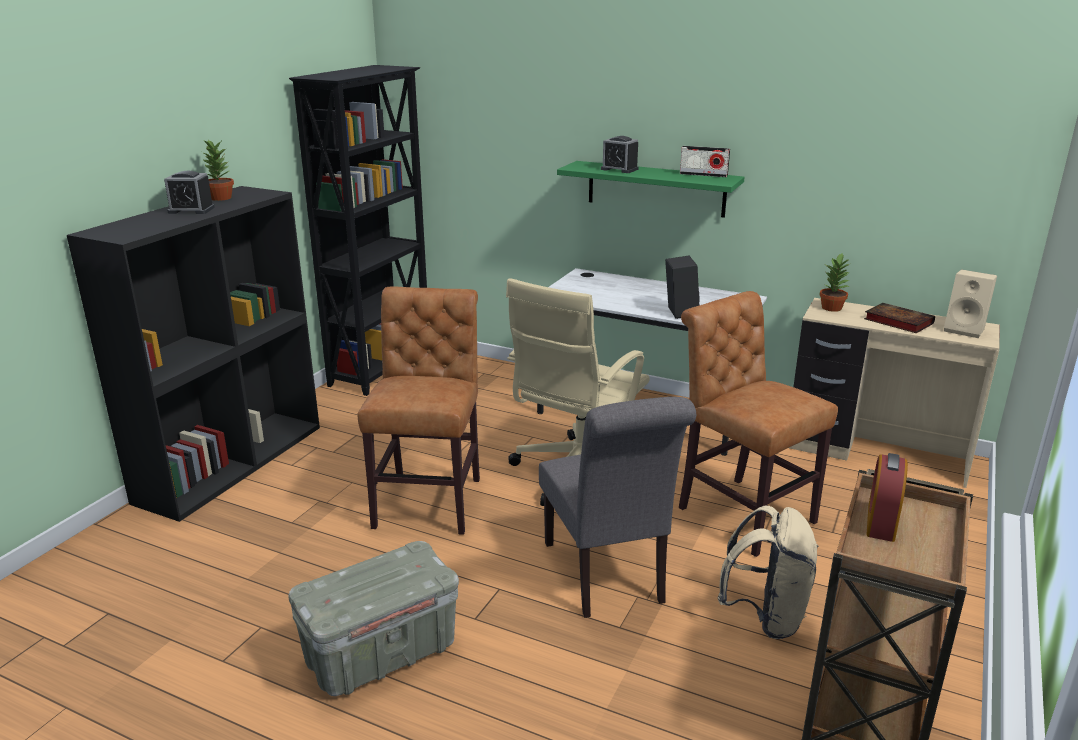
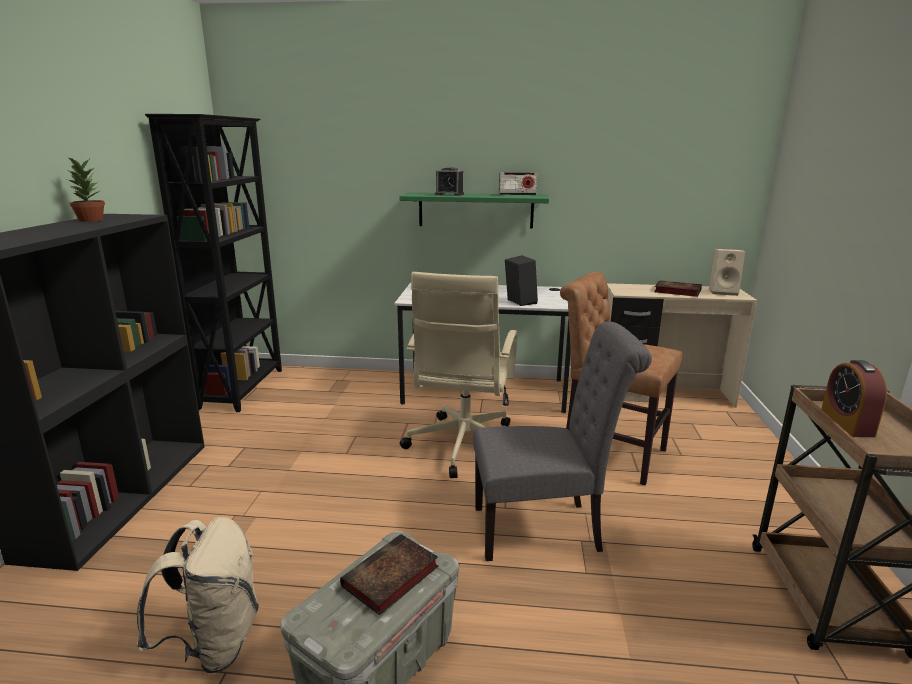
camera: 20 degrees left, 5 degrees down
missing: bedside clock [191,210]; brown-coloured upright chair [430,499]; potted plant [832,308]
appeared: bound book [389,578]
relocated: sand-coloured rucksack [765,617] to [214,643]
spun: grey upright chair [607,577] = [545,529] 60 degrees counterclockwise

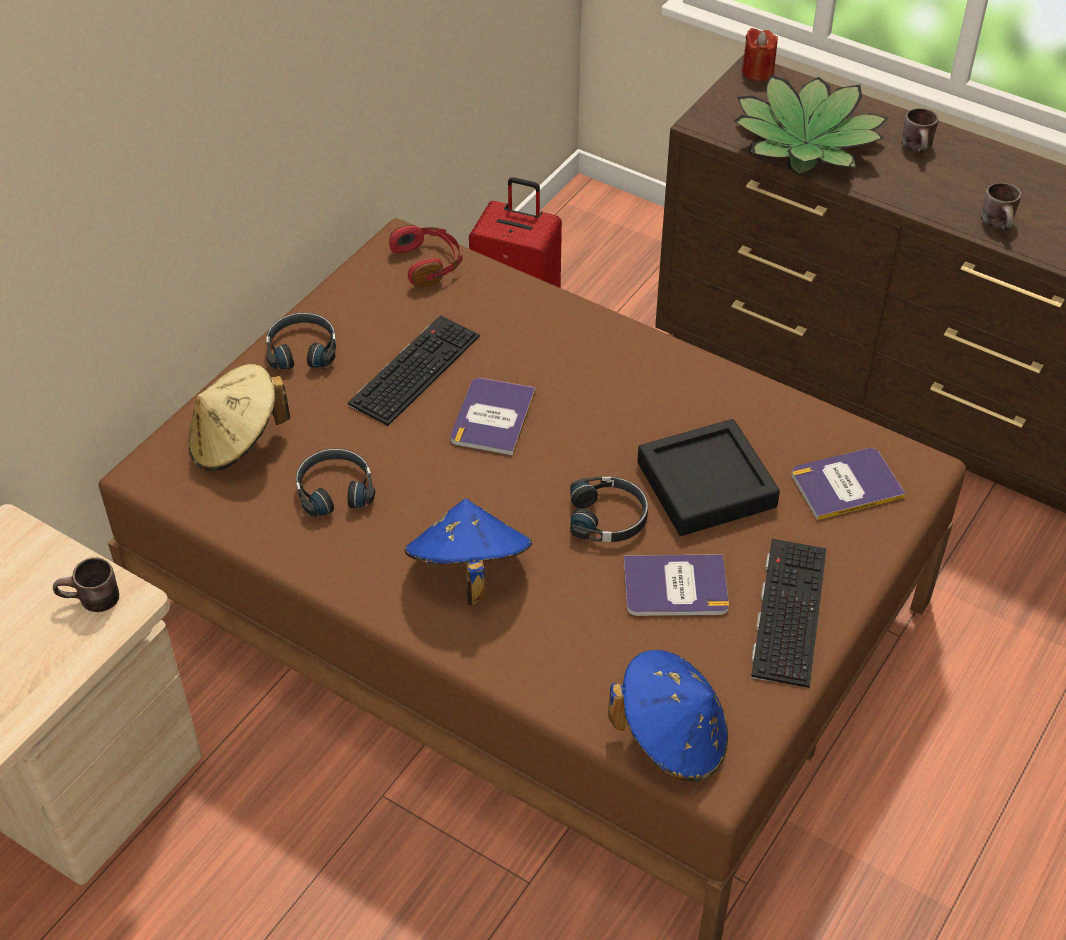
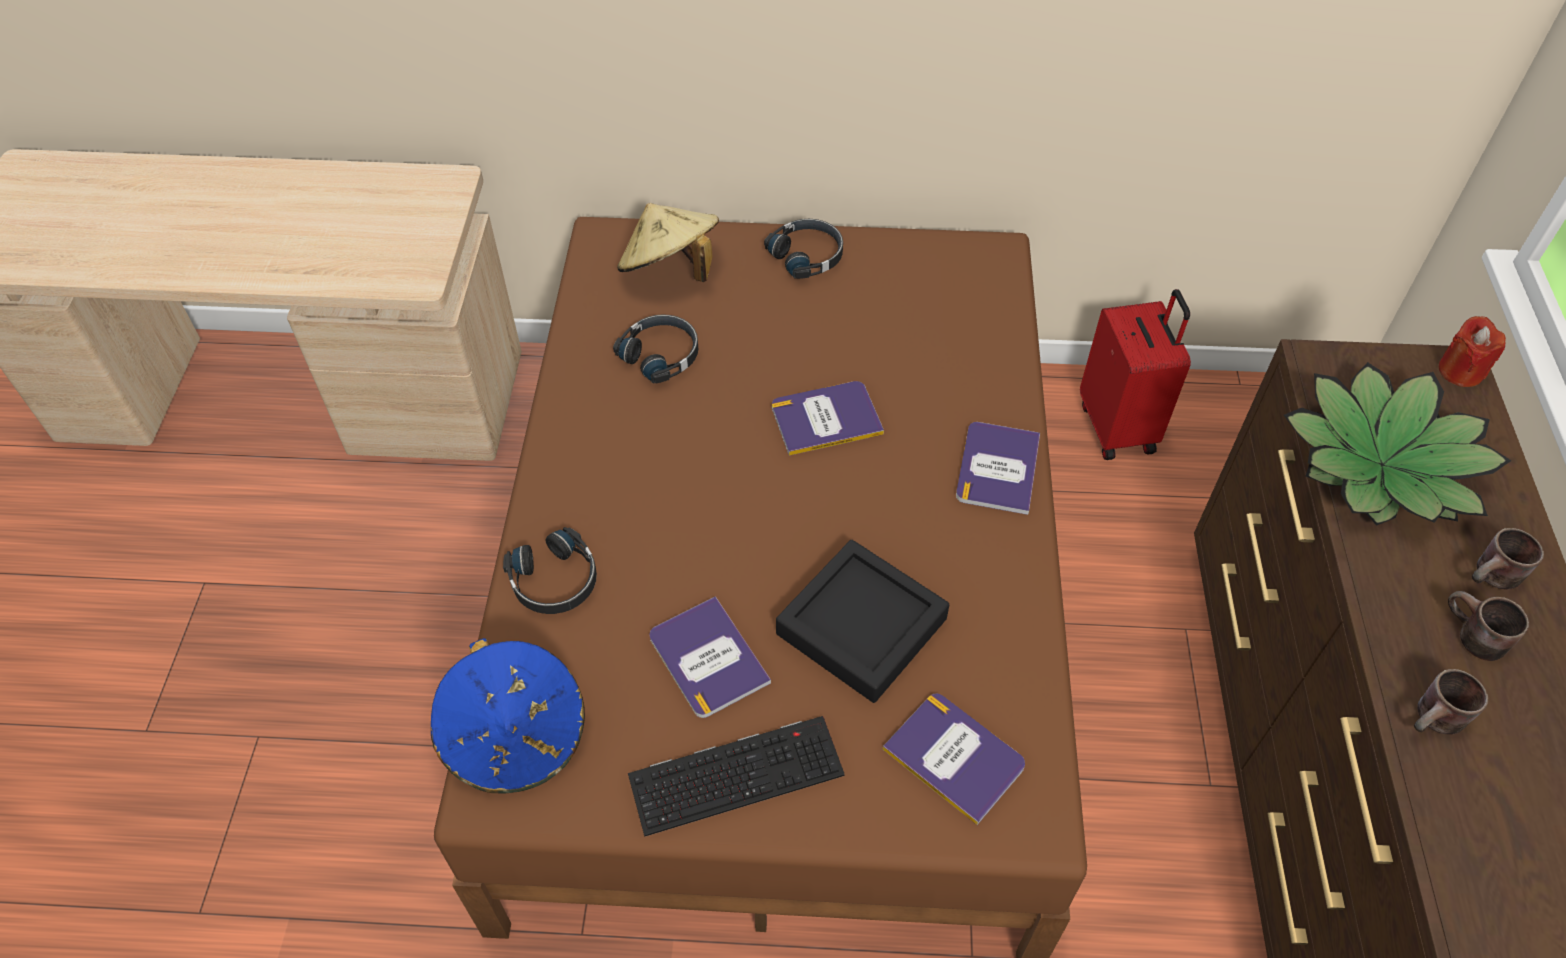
camera: 60 degrees right, 5 degrees up
missing: PC keyboard [414,368]; reddish headset [428,264]; blue hat [468,572]
appeared: bound book [997,468]
relocated: blackish headset [608,517] to [555,581]; brown-coloured coffee mug [91,602] to [1470,637]

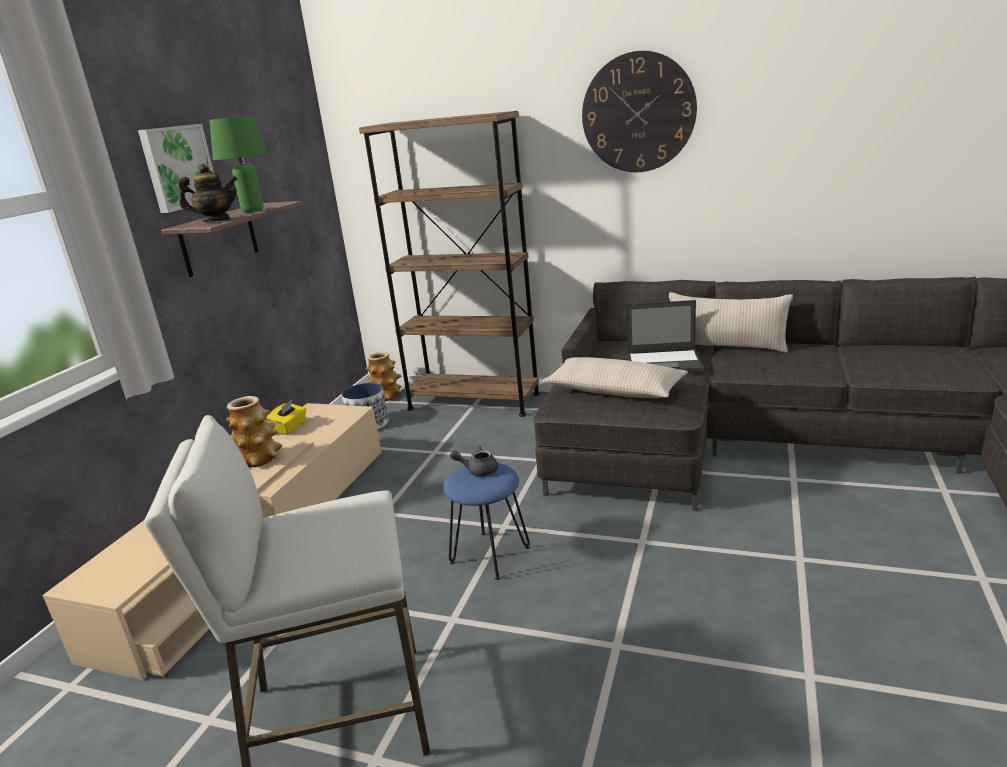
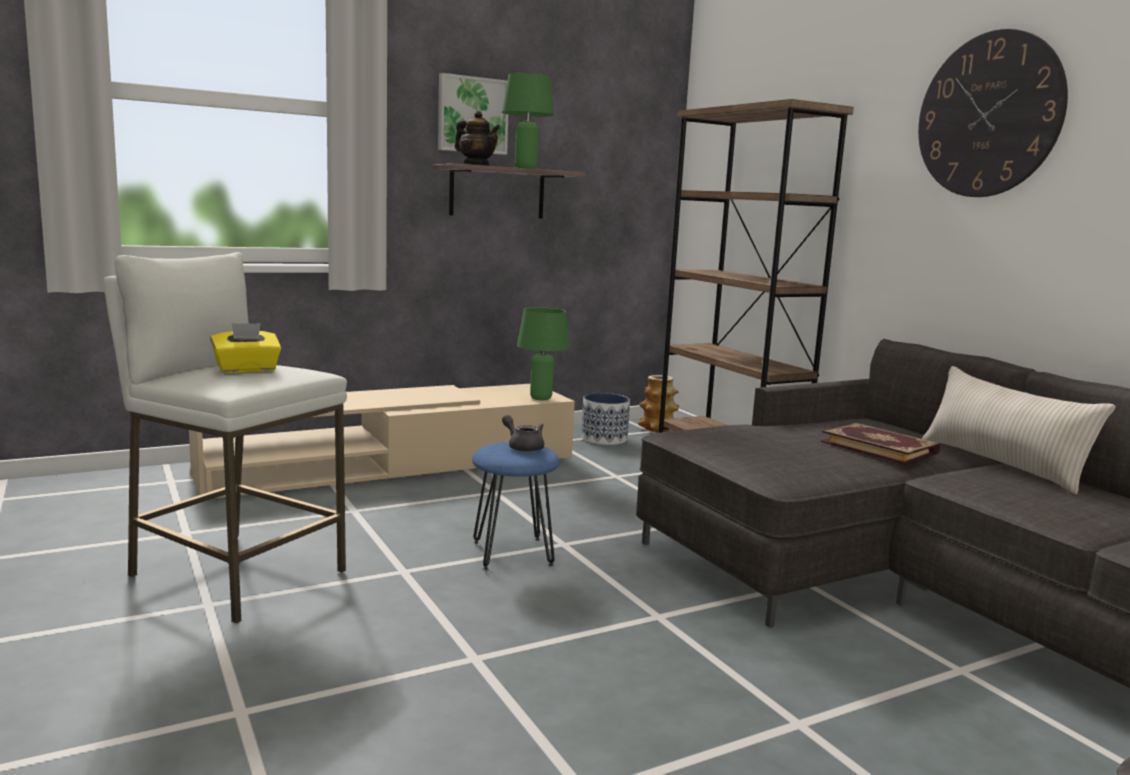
camera: 40 degrees right, 10 degrees down
missing: vase [259,459]; sand-coloured throw pillow [614,390]
appeared: green-coloured table lamp [540,398]
relocated: yellow tissue holder [290,428] to [247,370]
exchanged: notebook computer [665,362] to bound book [880,447]

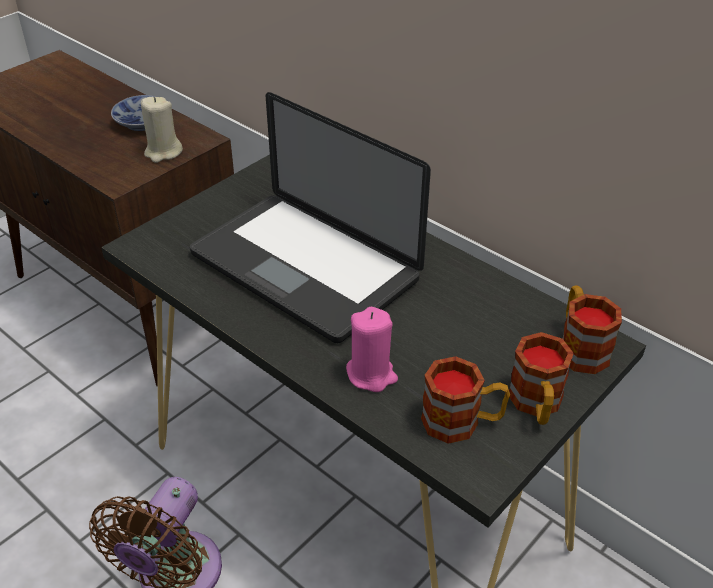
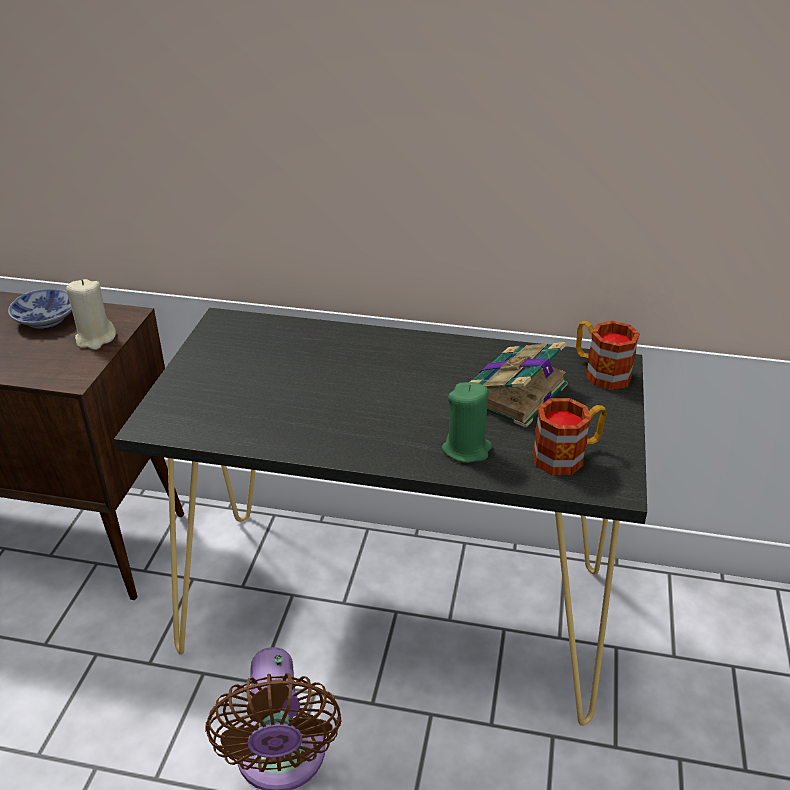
camera: 30 degrees left, 5 degrees down
missing: notebook computer [304,267]; coffee mug [536,405]
appeared: bound book [513,394]
colour: pink wax candle [371,374] to green-coloured wax candle [467,449]

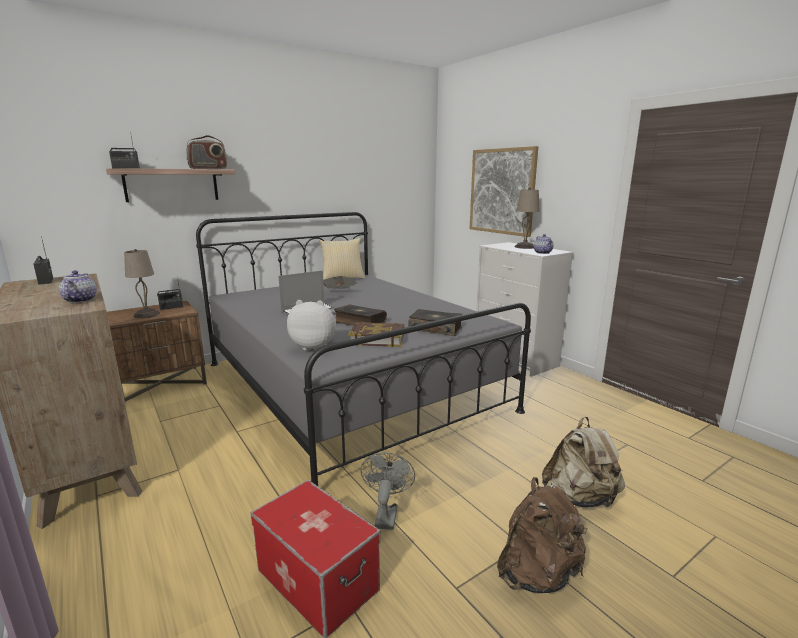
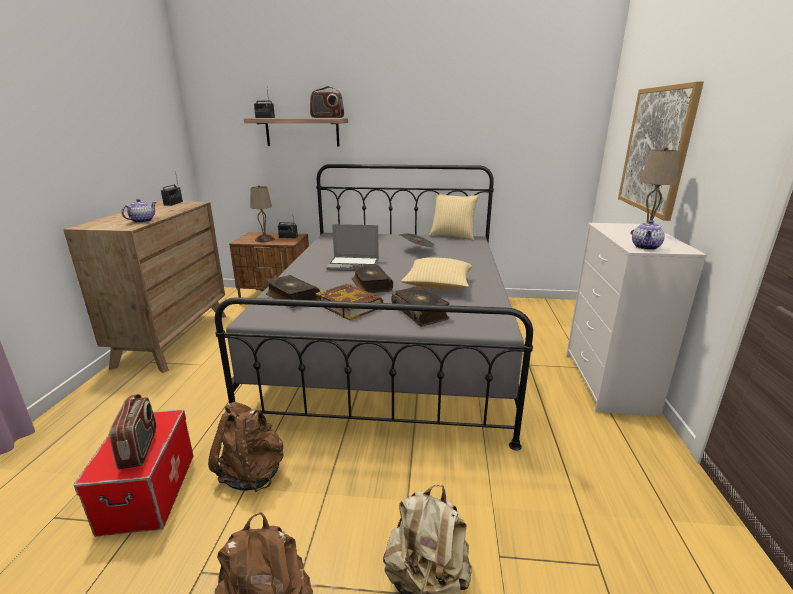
camera: 40 degrees right, 5 degrees up
appeared: radio set [140,448]; throw pillow [438,285]
exchanged: grey cooling fan [386,514] to brown-coloured rucksack [252,473]; cuddly toy [315,347] to bound book [291,297]

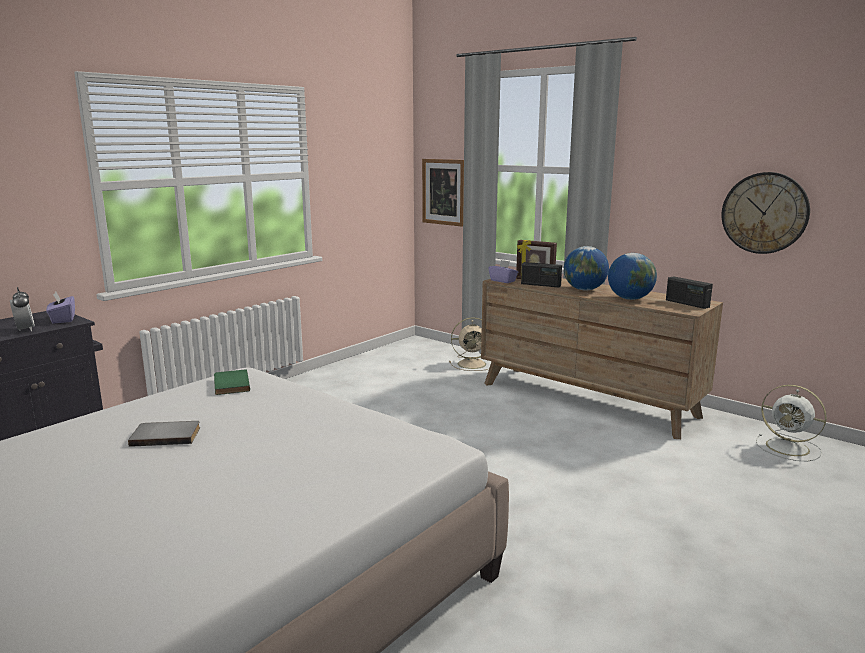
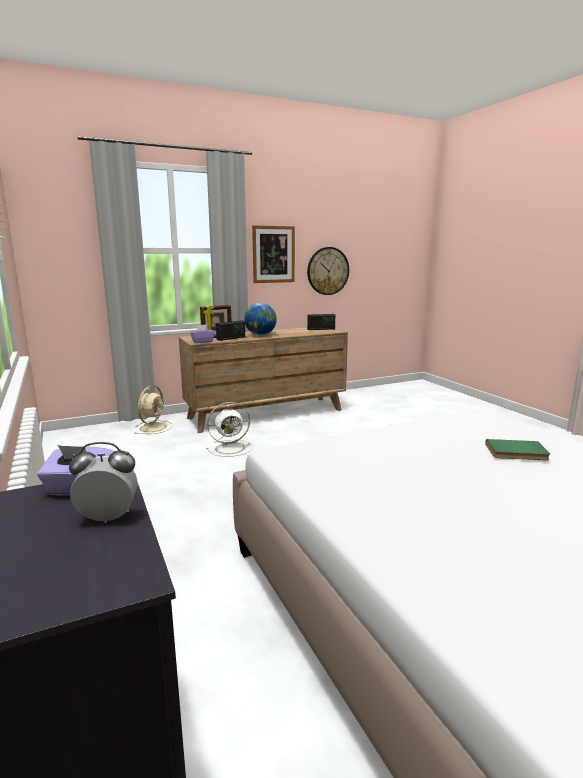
camera: 65 degrees left, 0 degrees up
missing: grey bound book [166,435]; world globe [630,299]
relocated: whitish cooling fan [789,448] to [231,448]; picture [443,192] to [273,254]; green-coloured bound book [230,384] to [517,453]

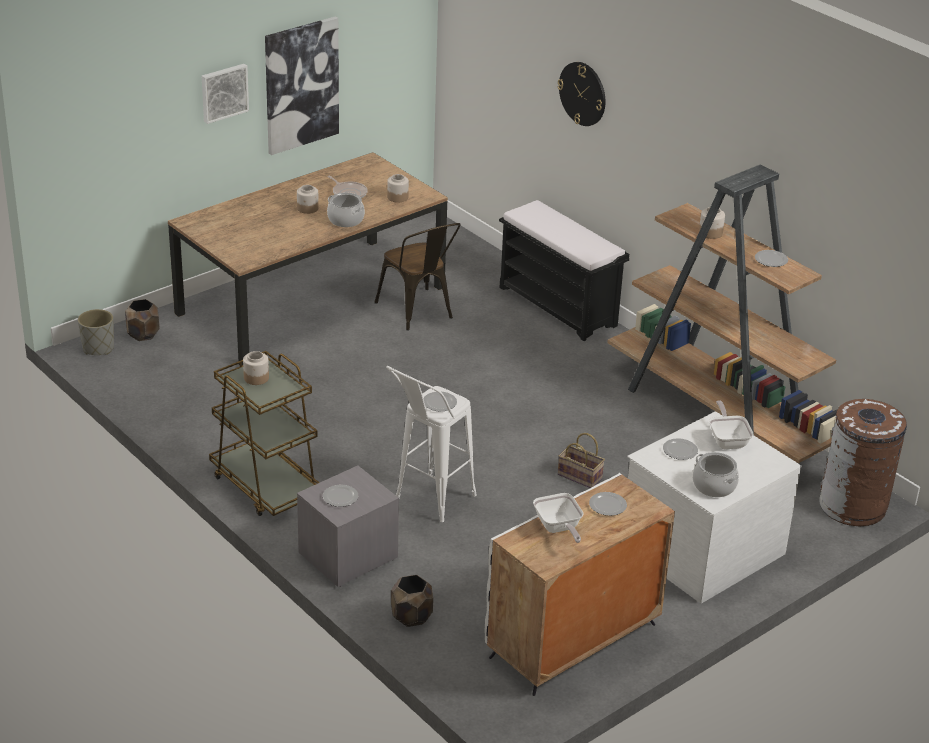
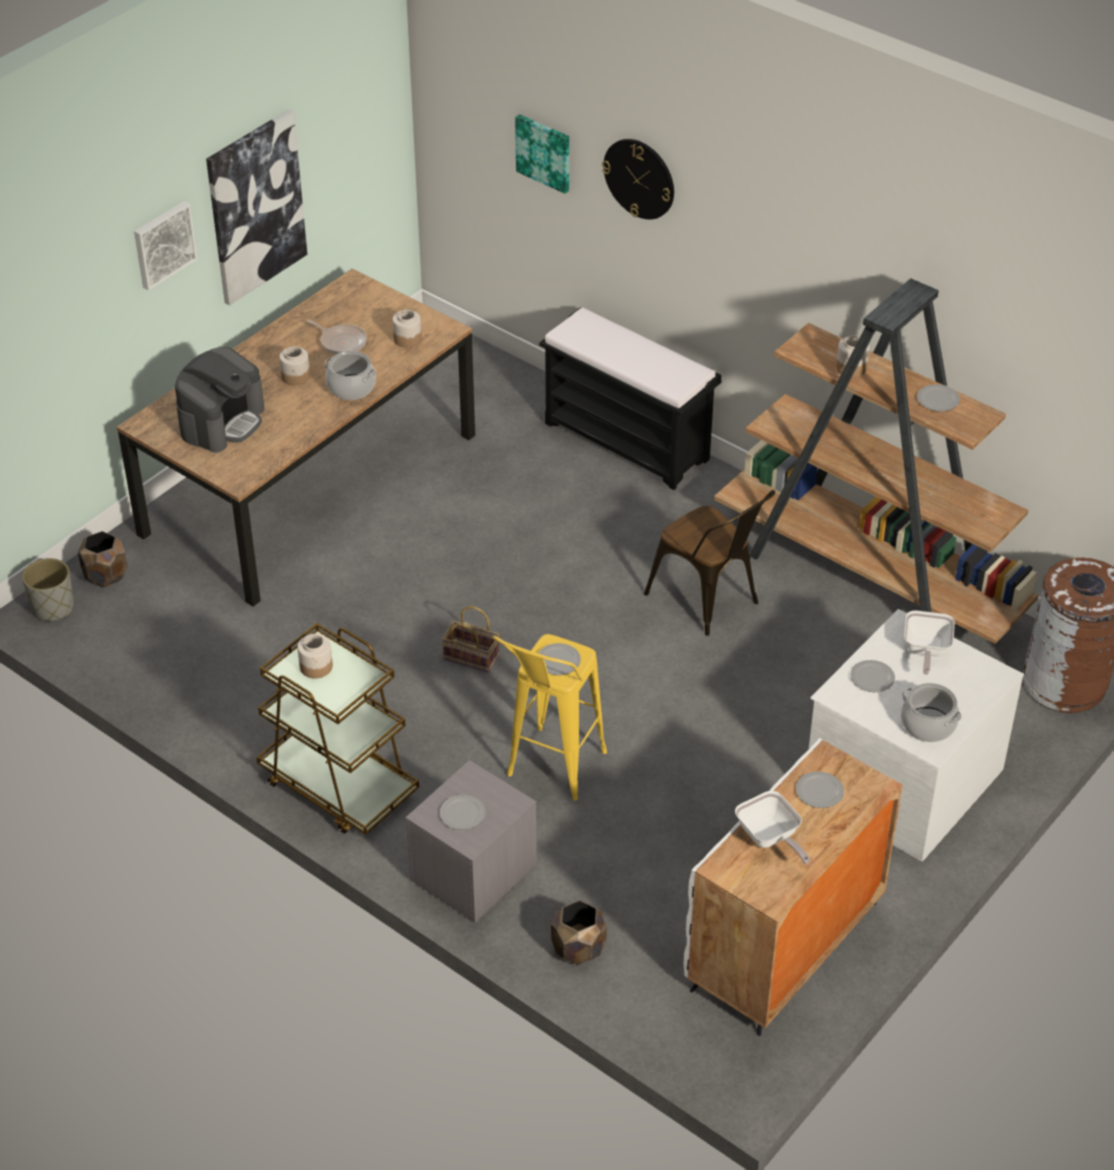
camera: 10 degrees left, 10 degrees up
appeared: coffee machine [222,421]; picture [544,152]
relocated: basket [581,476] to [473,657]; brown-coloured upright chair [418,312] to [709,601]
colour: whitish sitting stool [428,503] to yellow sitting stool [550,774]
spun: skillet [727,440] = [925,651] 150 degrees counterclockwise

